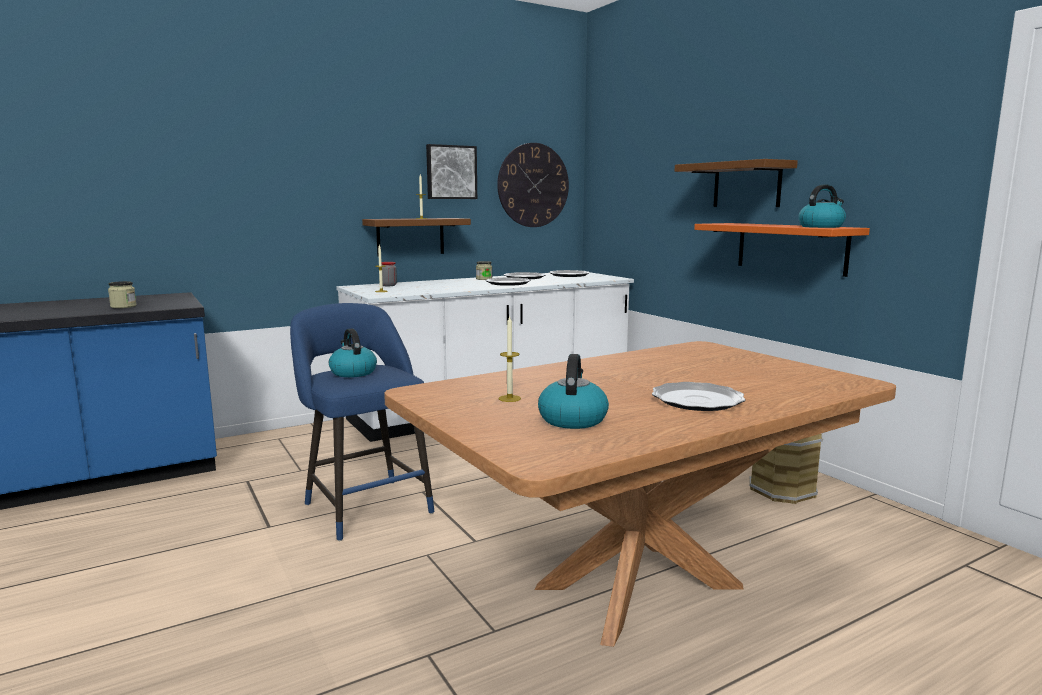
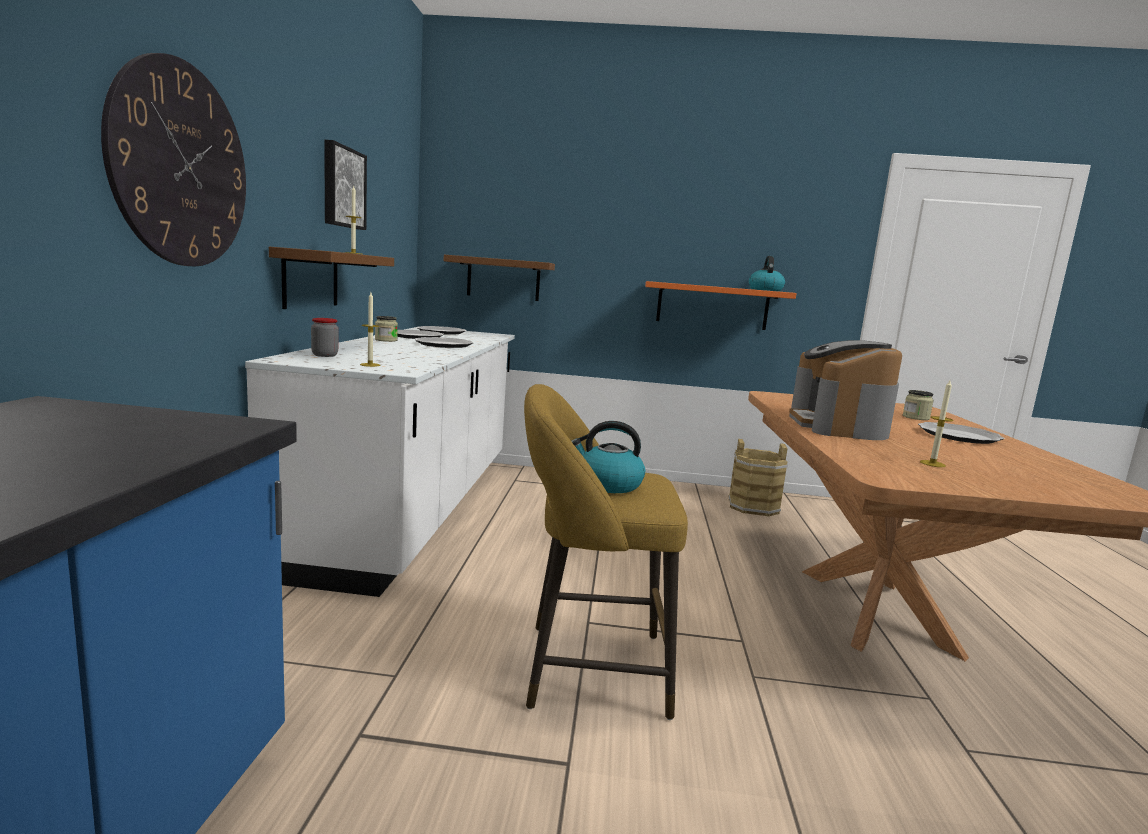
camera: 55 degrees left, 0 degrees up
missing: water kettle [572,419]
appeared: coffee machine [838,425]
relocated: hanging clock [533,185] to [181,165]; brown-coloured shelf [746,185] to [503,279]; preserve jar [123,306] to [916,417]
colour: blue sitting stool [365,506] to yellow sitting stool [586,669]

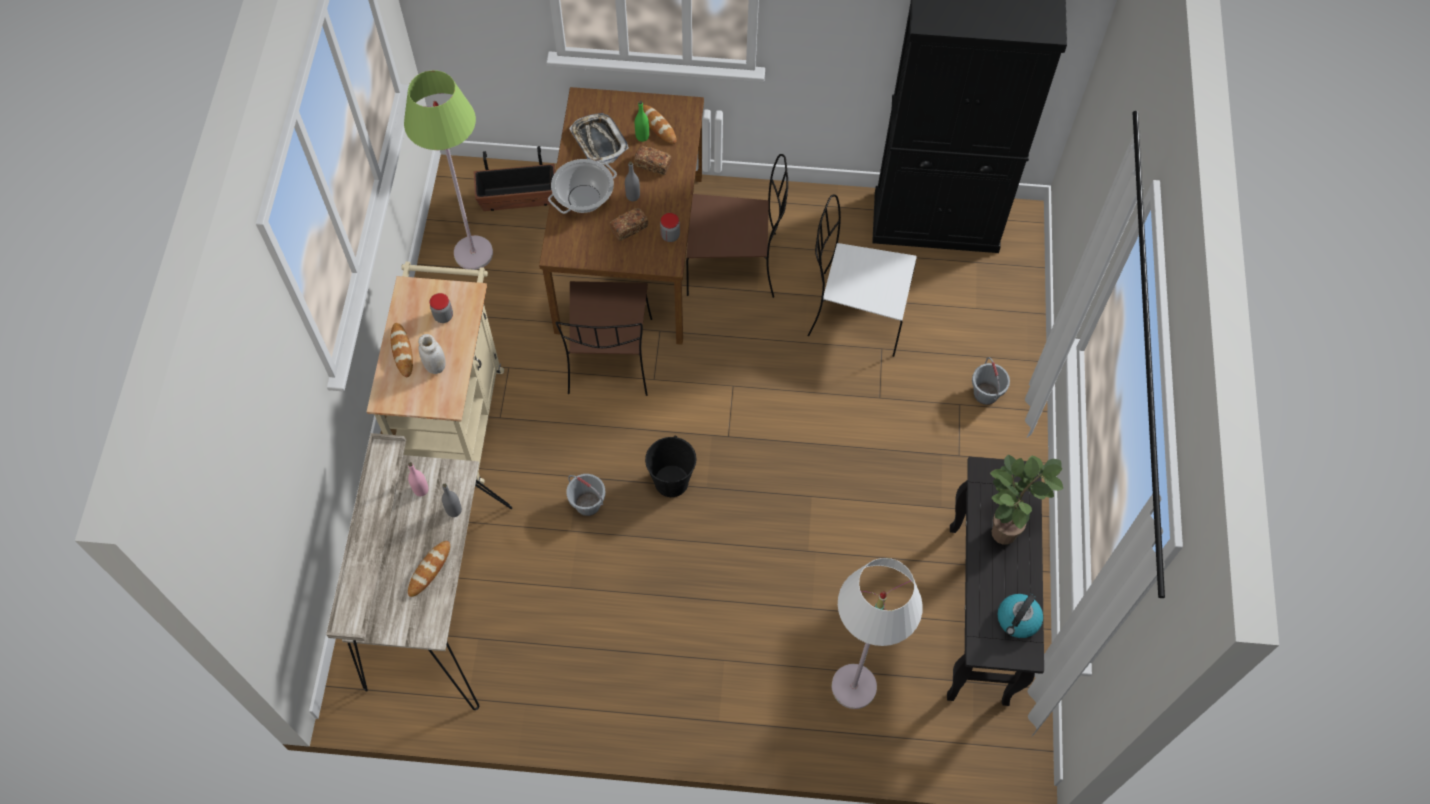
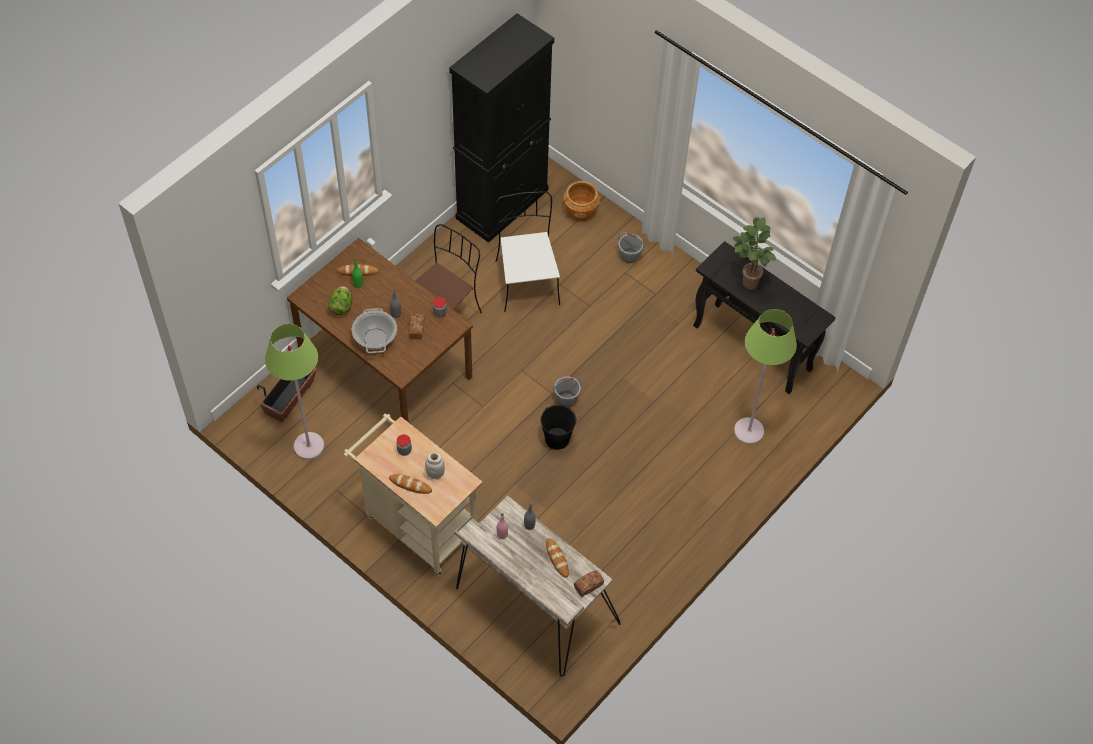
camera: 55 degrees left, 5 degrees down
missing: brown-coloured upright chair [610,359]; water kettle [1017,620]
appeared: brown-coloured plant pot [581,211]
relocated: grey pail [588,504] to [566,399]; bakery bread [653,164] to [588,585]
exchanged: tray [598,141] to lettuce head [341,307]
colour: whitish standard lamp [853,686] to green-coloured standard lamp [748,431]
spun: whitish upright chair [855,313] = [526,281] 120 degrees clockwise

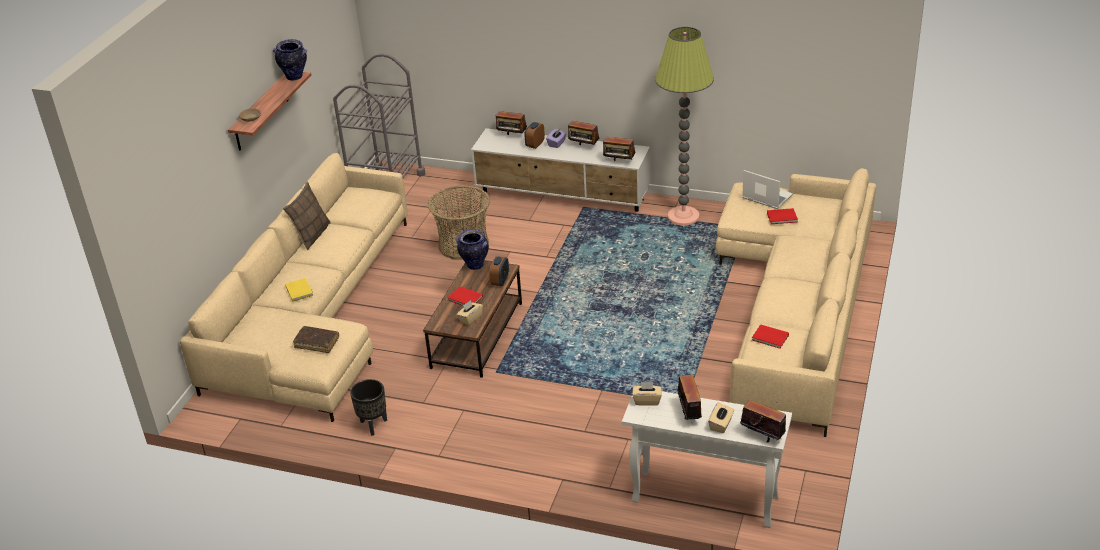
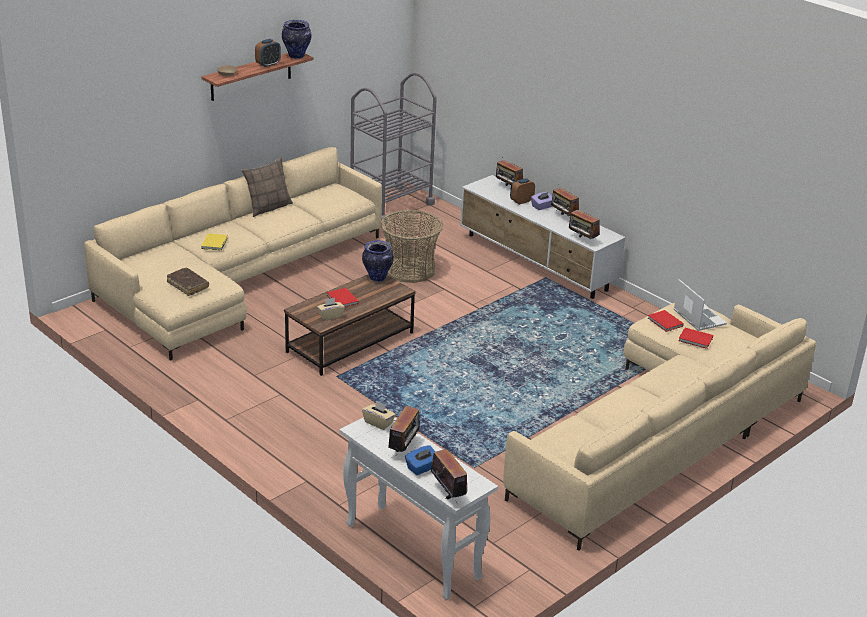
camera: 25 degrees right, 5 degrees down
missing: blackish plant pot [373,425]; standard lamp [683,217]
relocated: bedside clock [500,281] to [268,64]; reddish bound book [770,338] to [665,322]
colour: sand-coloured tissue holder [721,424] to blue tissue holder [422,468]

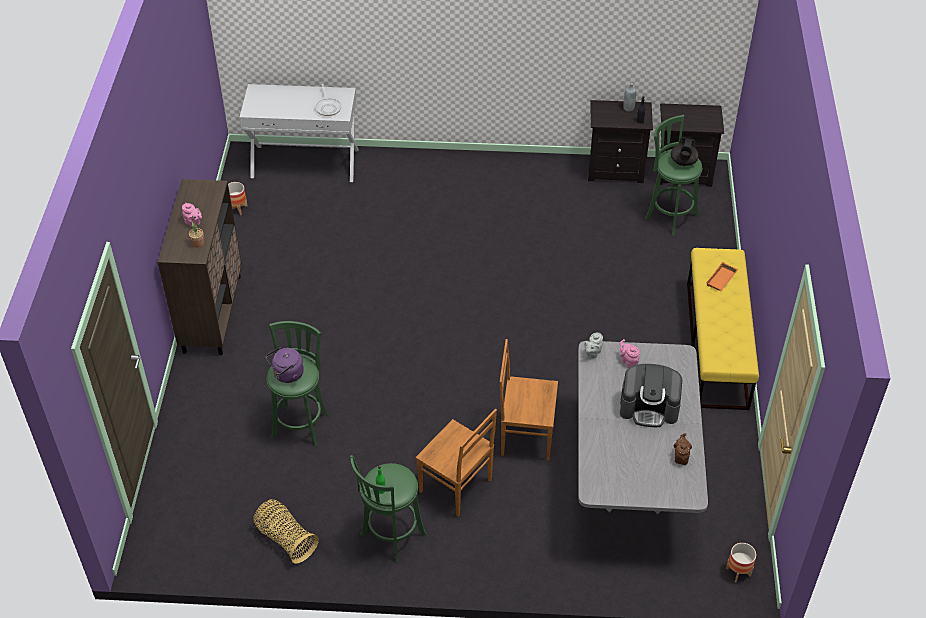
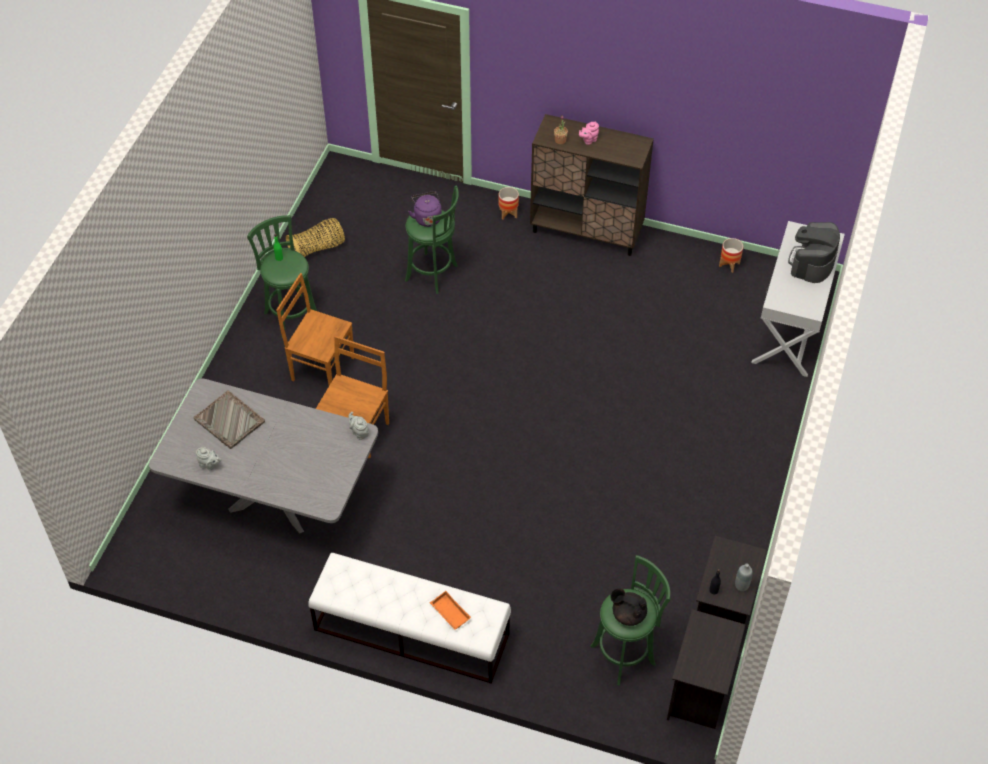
camera: 105 degrees right, 5 degrees up
missing: skillet [328,107]; pink teapot [628,361]
appeared: grey tray [230,421]
relocated: plant pot [738,572] to [508,213]; coffee machine [649,407] to [811,262]
colour: brown-coloured teapot [681,457] to grey teapot [209,465]; yellow indoor bench [716,344] to whitish indoor bench [411,632]
spun: brown-coloured upright chair [457,487] = [321,368] 60 degrees clockwise

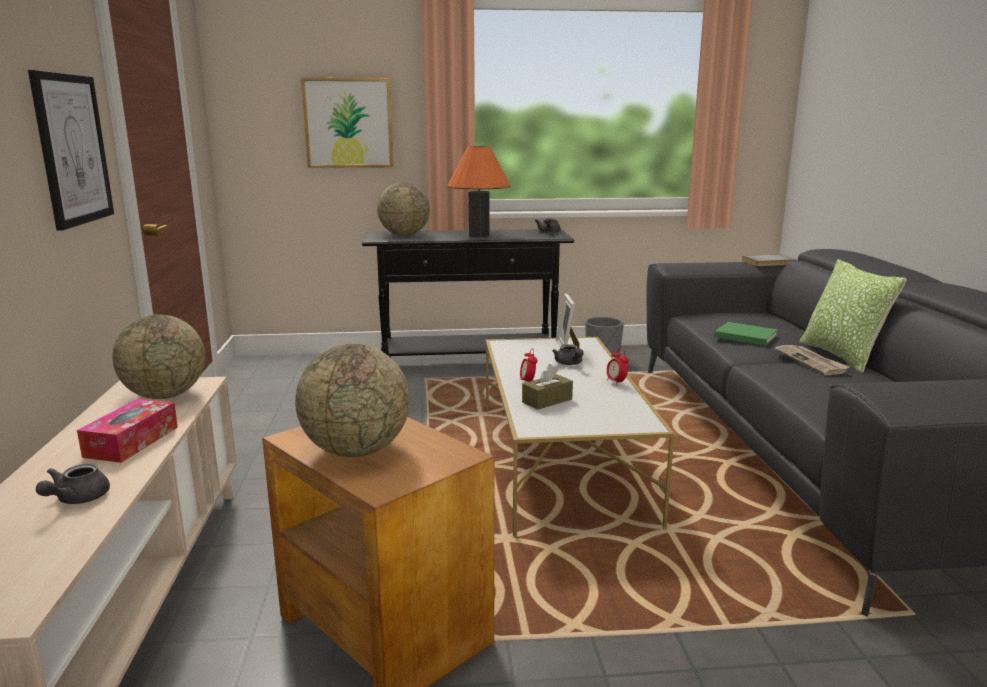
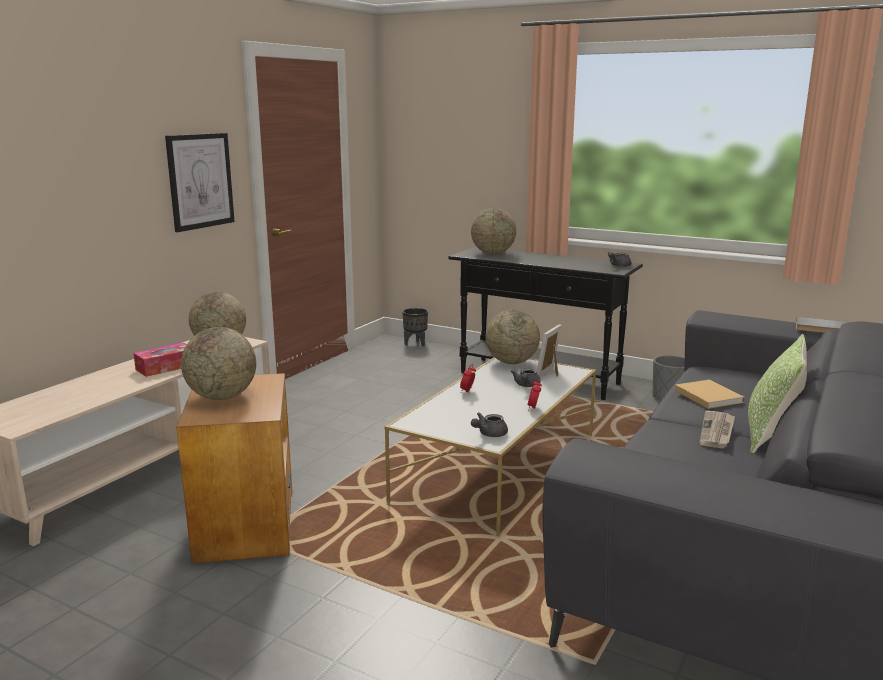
camera: 35 degrees right, 0 degrees up
missing: picture [348,123]; orange-coloured table lamp [479,235]; brown-coloured tissue holder [547,400]
appeared: blackish plant pot [415,343]; world globe [511,362]
relocated: grey teapot [76,499] to [489,434]
colour: green-coloured bound book [744,335] to sand-coloured bound book [707,395]

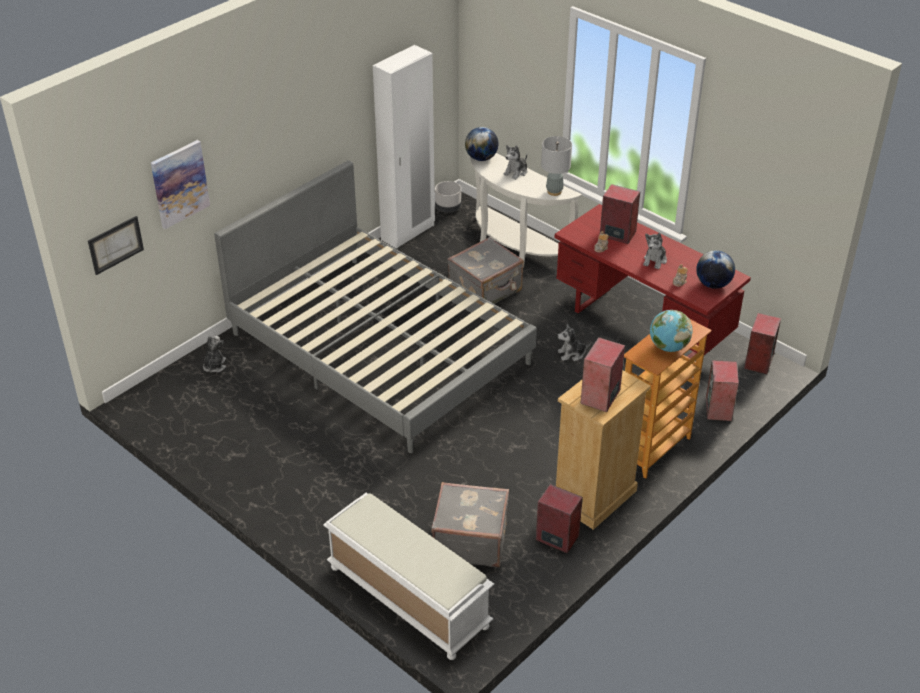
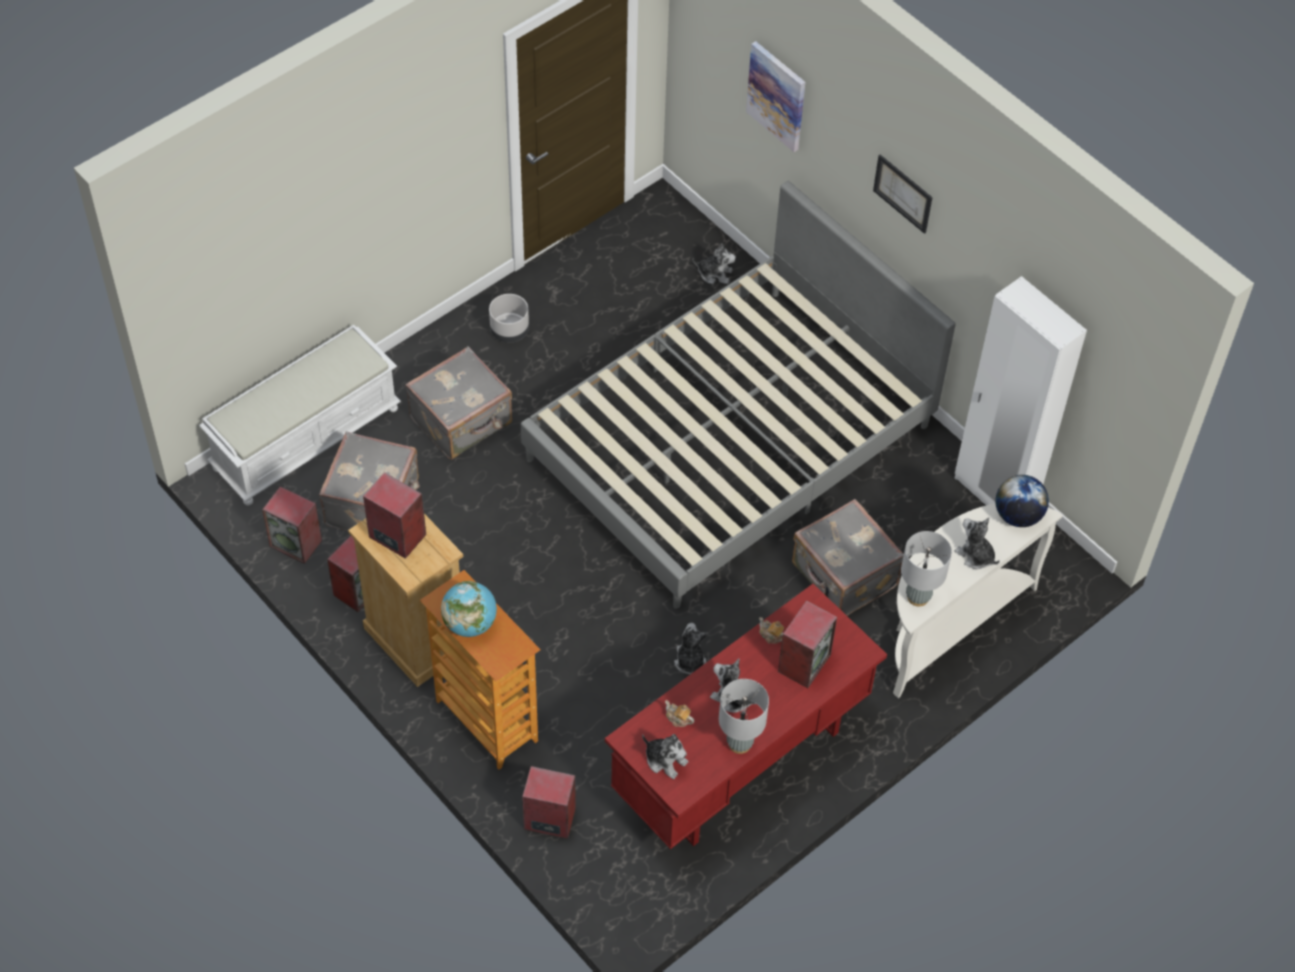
camera: 95 degrees right, 15 degrees up
appeared: grey suitcase [462,421]; grey table lamp [739,744]
relocated: speaker [758,361] to [297,543]; grey plant pot [448,208] to [509,331]; picture [115,244] to [903,193]
exchanged: world globe [713,284] to cuddly toy [665,760]

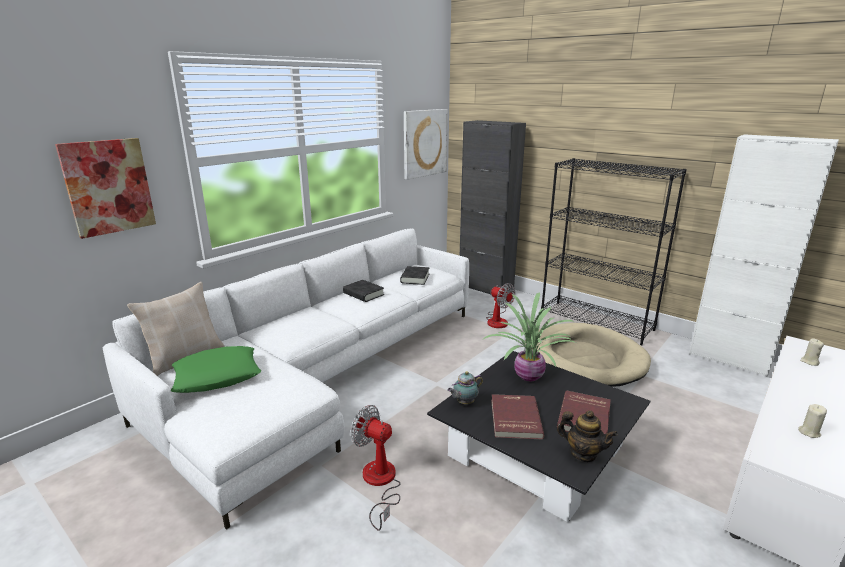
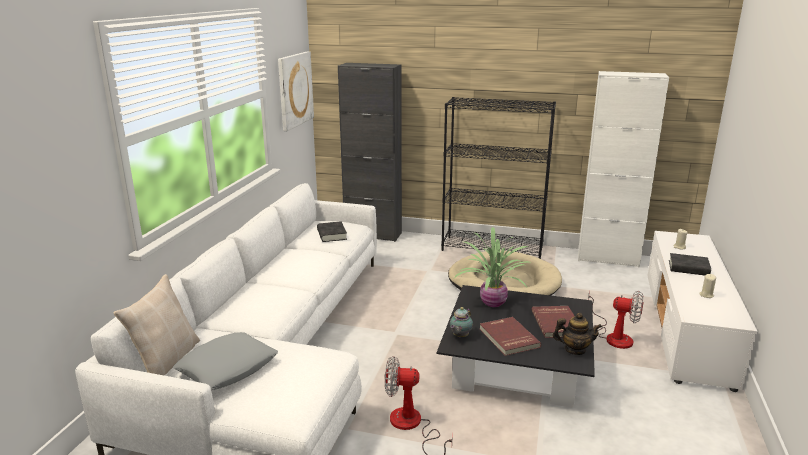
camera: 25 degrees left, 0 degrees up
missing: picture [108,187]
relocated: cooling fan [497,320] to [614,336]; blackish bound book [363,294] to [688,268]
colour: green-coloured throw pillow [217,376] to grey throw pillow [227,368]

